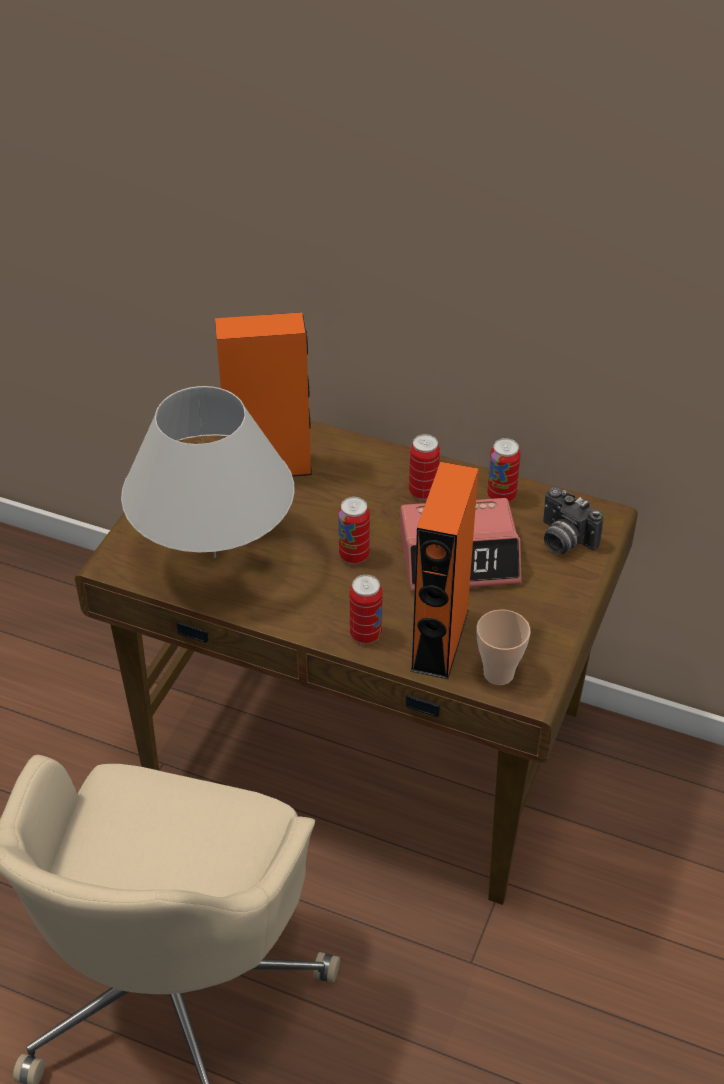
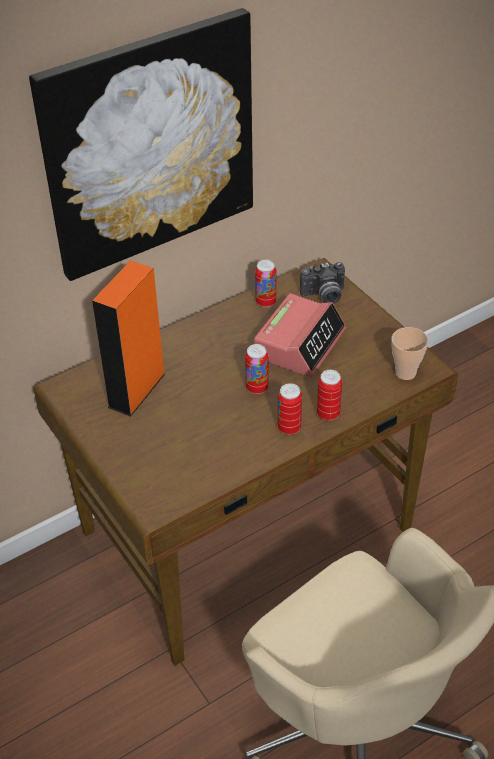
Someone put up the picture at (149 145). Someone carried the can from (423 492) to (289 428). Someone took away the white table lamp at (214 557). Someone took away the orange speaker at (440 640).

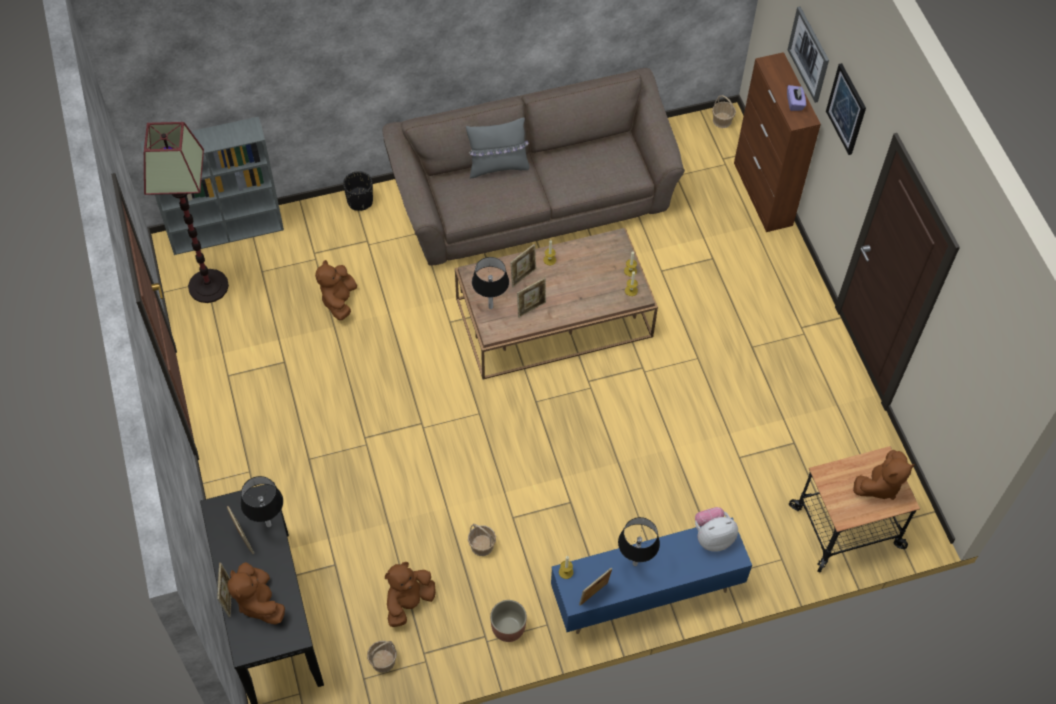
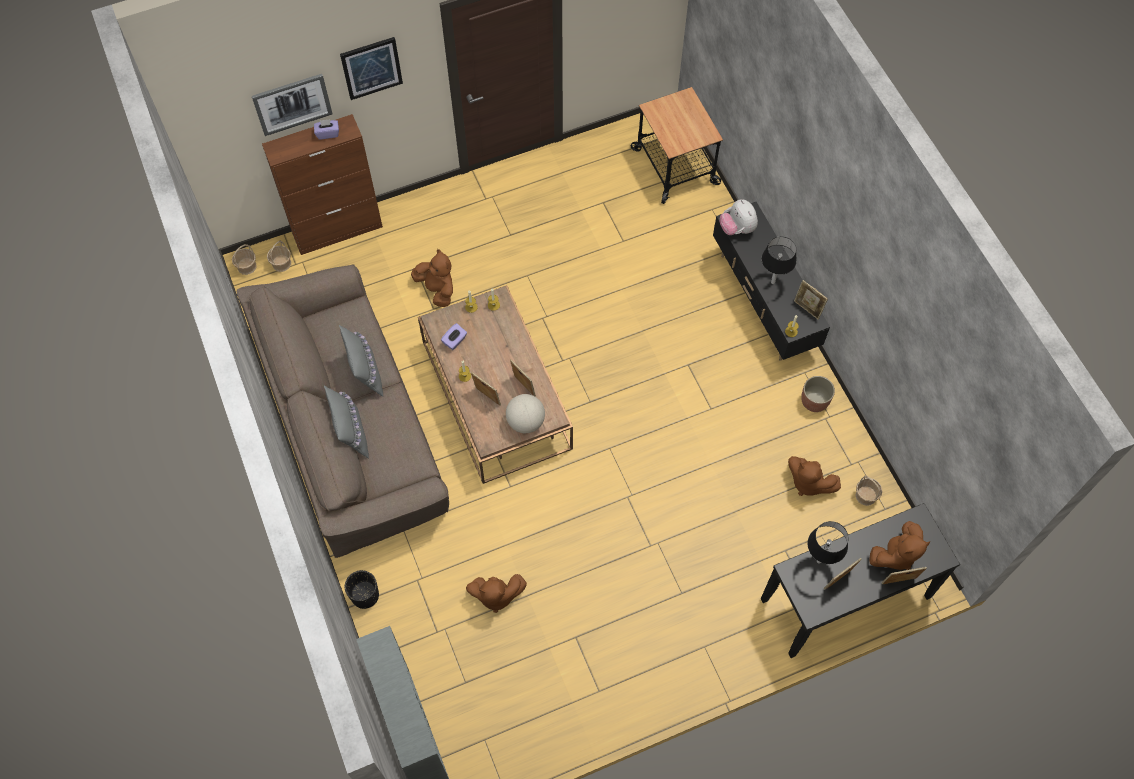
Someone carried the basket from (482 545) to (281 263). Someone put down the grey pillow at (365 373). Someone carried the brown plush toy from (880 485) to (437 289). Someone put down the purple tissue box at (455 341). Someone swapped the black table lamp at (491 307) for the globe at (525 422). Someone repainted the blue tv stand at (645 595), which became the black tv stand at (763 303). Someone took away the floor lamp at (208 286).

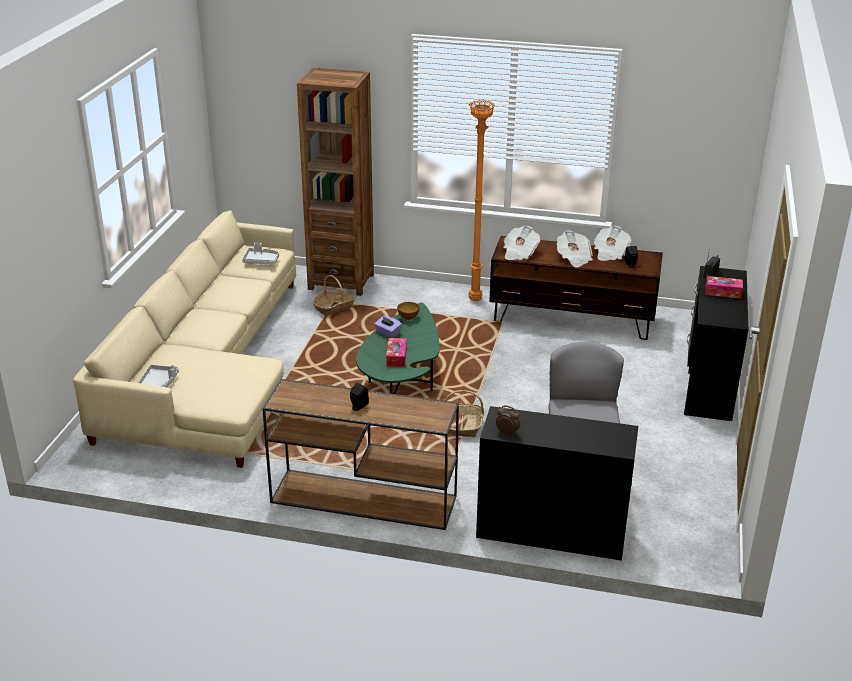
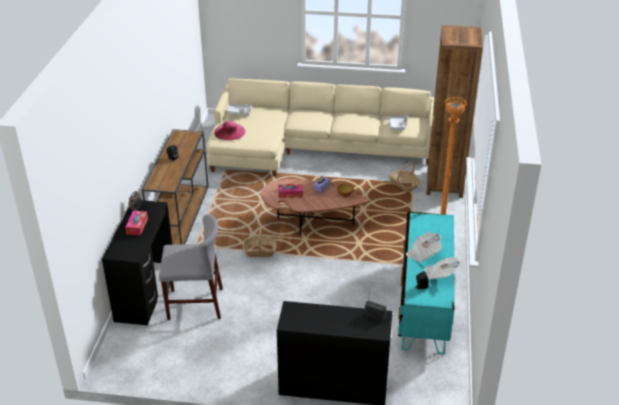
Someone carried the tissue box from (723 292) to (137 226). Someone put down the pink hat at (229 131). Someone repainted the green coffee table at (401 383), which became the brown coffee table at (309 221). Someone repainted the brown tv stand at (572 319), which became the turquoise tv stand at (423 304). Someone took away the newspaper at (519 253).

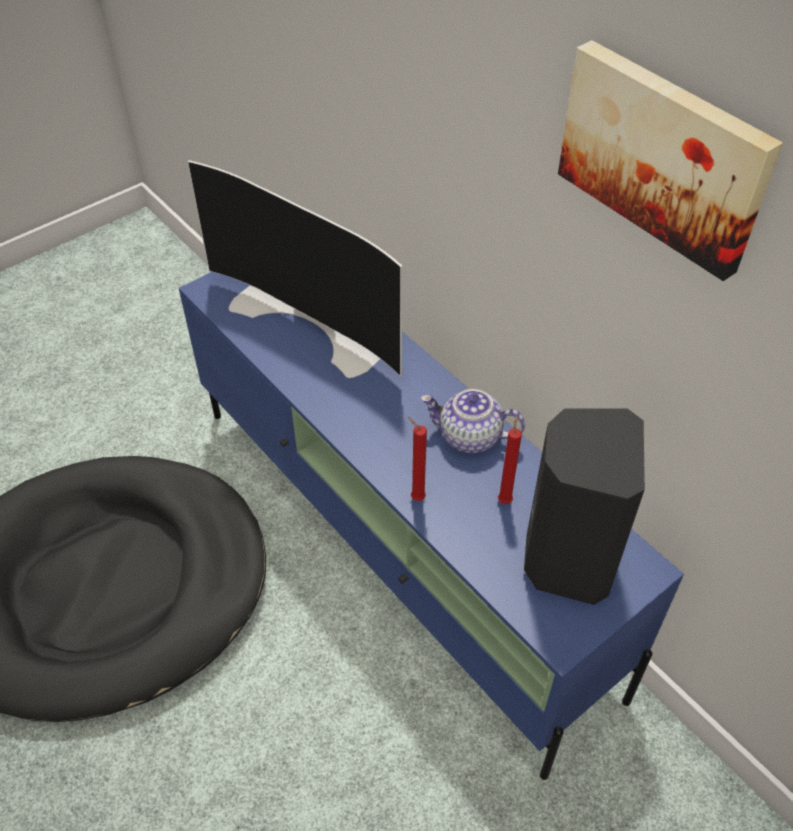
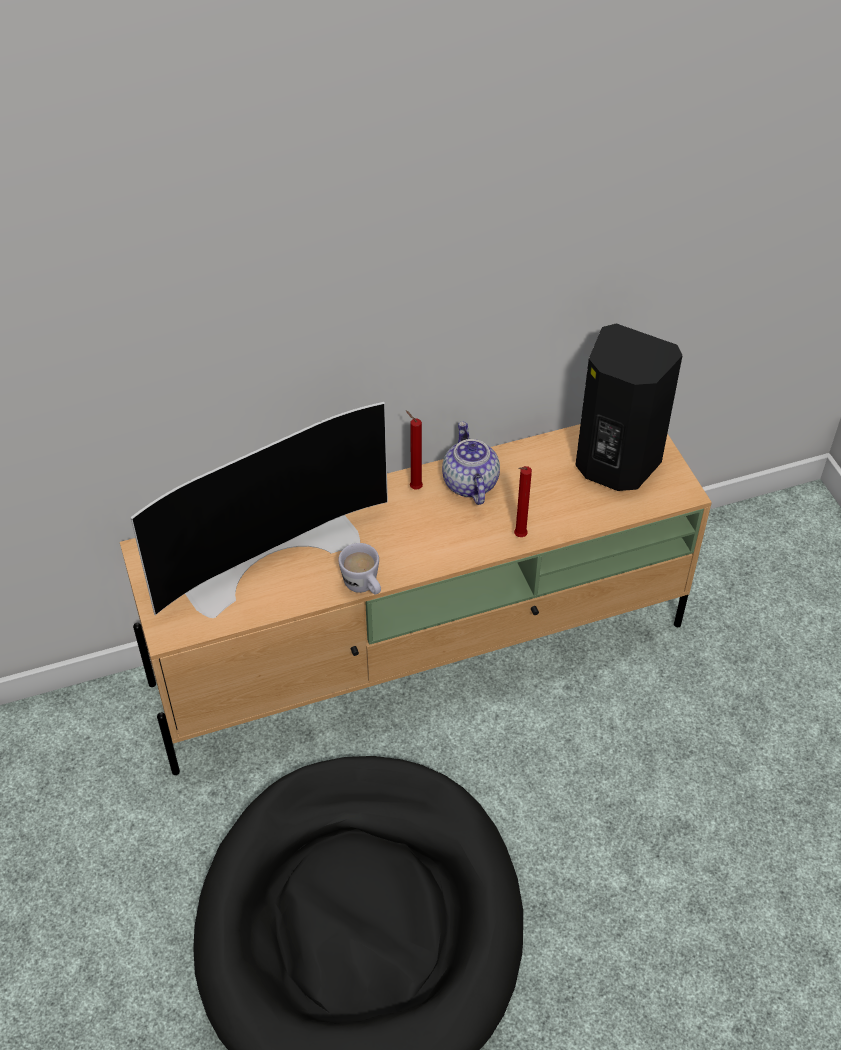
Someone repainted the blue tv stand at (400 546), which became the beige tv stand at (423 654). Someone put down the white mug at (364 587). Someone carried the red candle from (505 499) to (414 487). Someone rotated the teapot at (469 437) by 135 degrees clockwise. Someone took away the picture at (664 156).

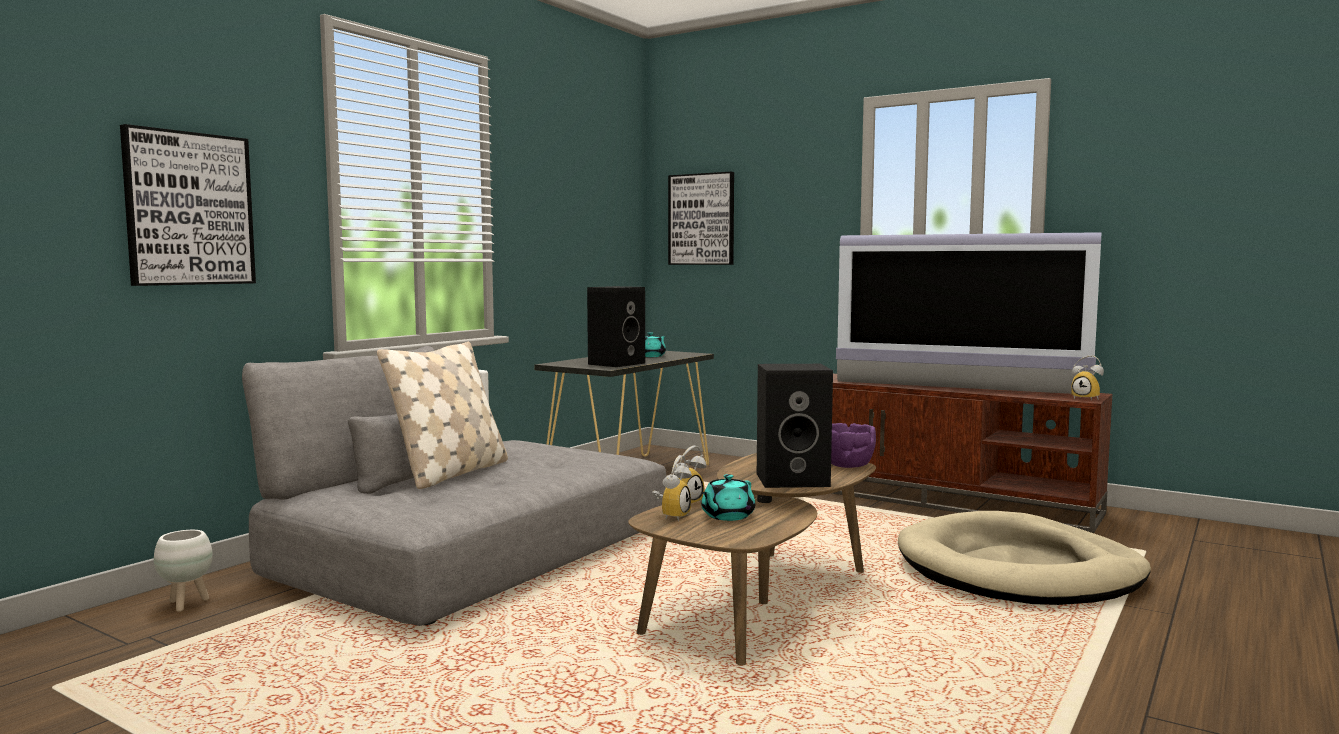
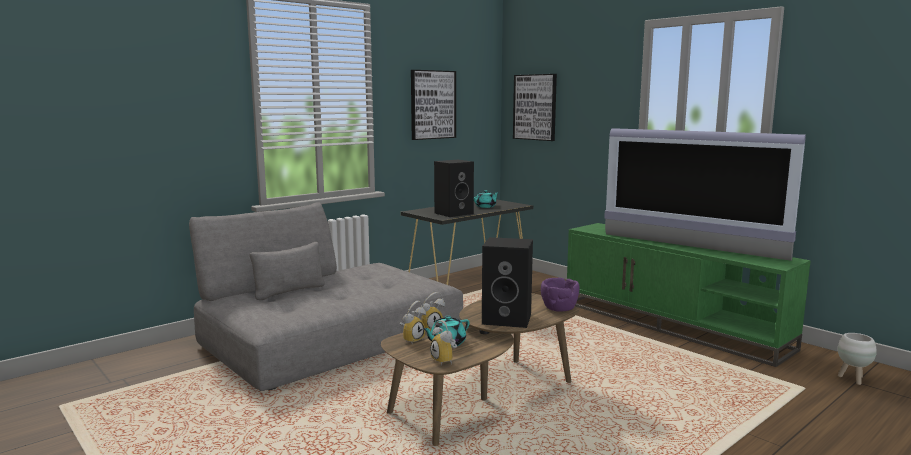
Someone carried the picture from (189 209) to (432 104). Someone carried the alarm clock from (1087 399) to (445 361). Someone repainted the brown tv stand at (935 499), which became the green tv stand at (672 325). Someone carried the white planter from (186 604) to (852 379). Someone took away the beige pillow at (451 473). Someone took away the beige dog bed at (1019 570).

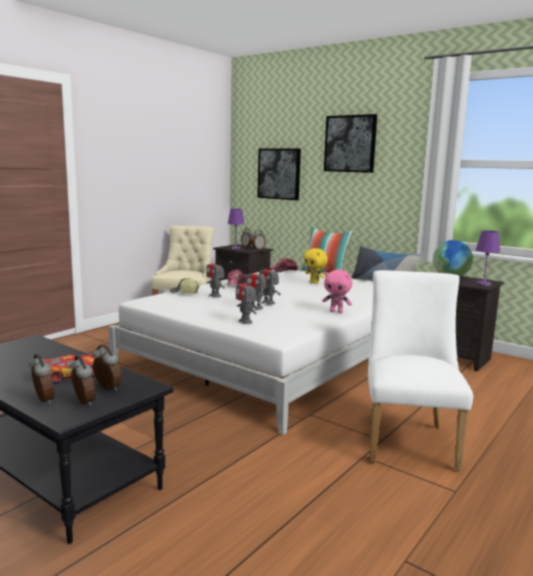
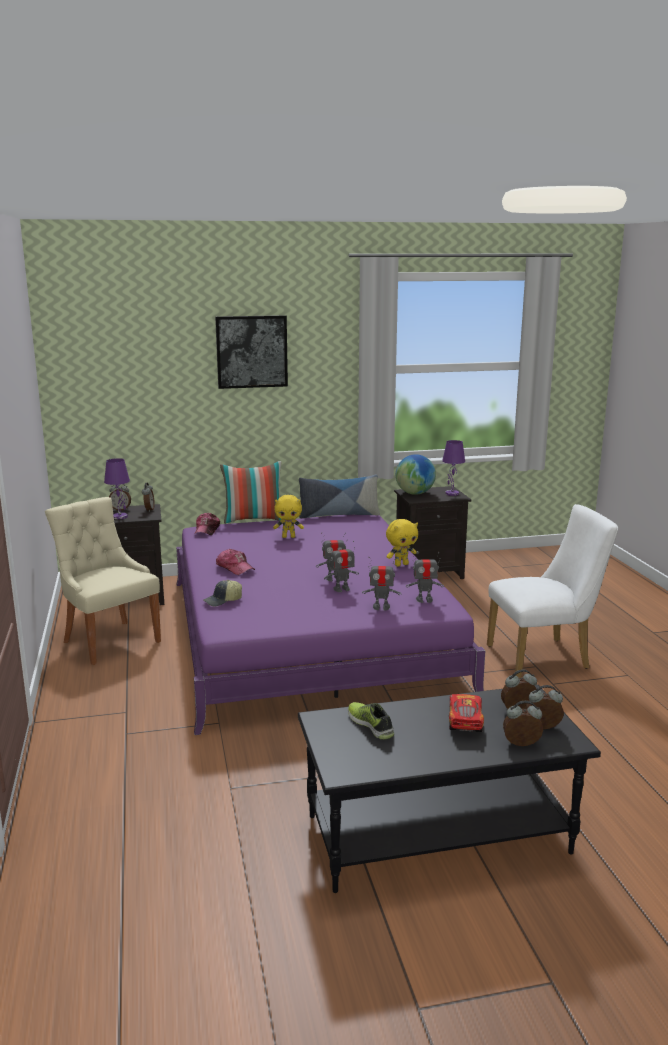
Someone repainted the white bed at (279 354), which became the purple bed at (308 634). Someone put down the shoe at (371 725). Someone repainted the pink plush toy at (336 312), which became the yellow plush toy at (401 564). Someone carried the toy robot from (215 296) to (424 600). Someone rotated the white chair at (408 439) by 120 degrees clockwise. Someone took away the picture at (279 174).

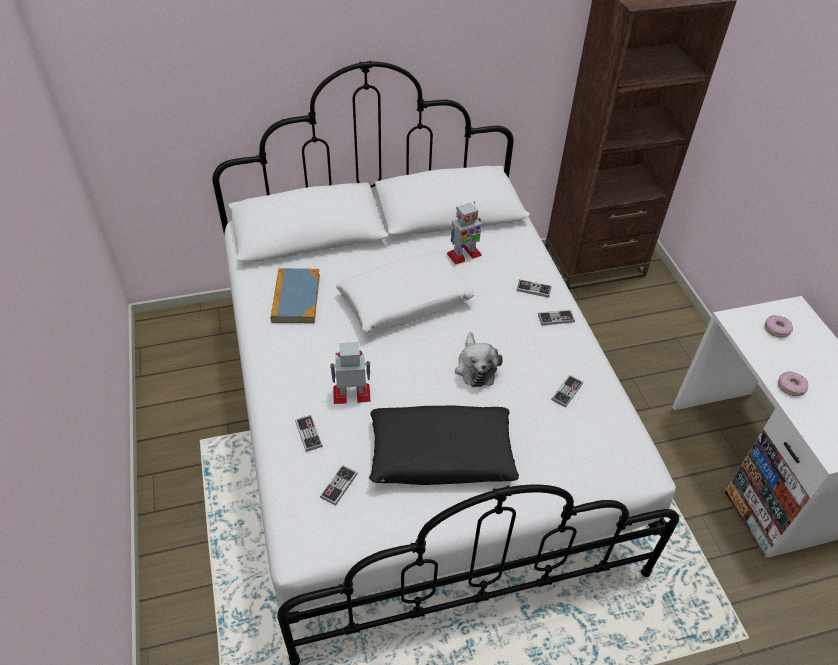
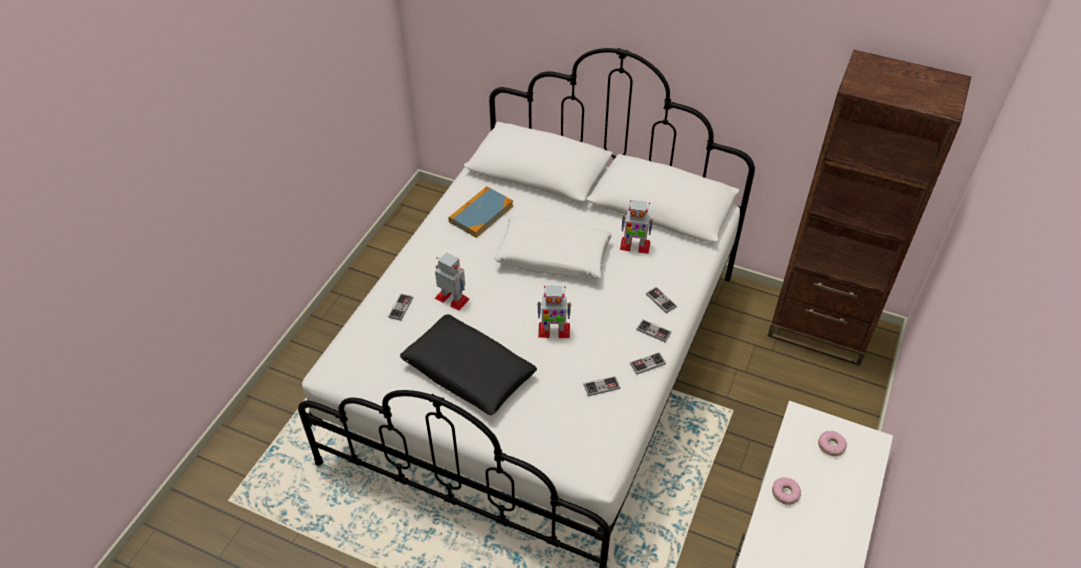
Someone swapped the plush toy at (475 367) for the toy robot at (553 330). Someone carried the game controller from (339 486) to (647 364).

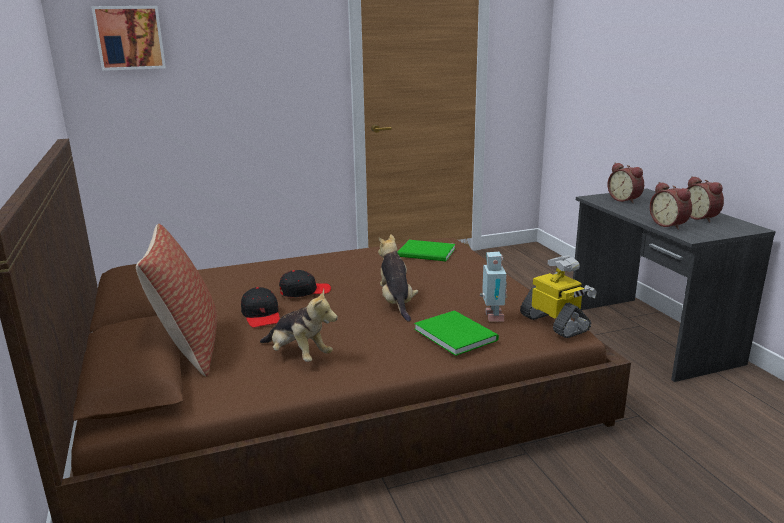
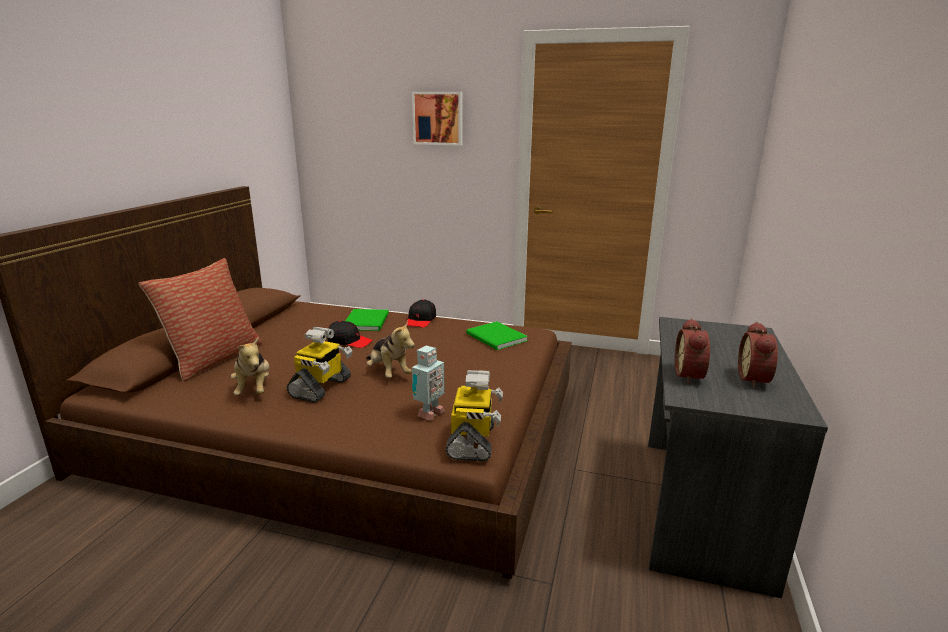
Someone put down the toy robot at (321 388). Someone carried the green book from (455 333) to (368 321). Someone rotated the plush toy at (396 303) by 120 degrees clockwise. Someone carried the black cap from (261 315) to (421 320). Someone carried the picture from (129 38) to (438 118). Someone took away the alarm clock at (625 200).

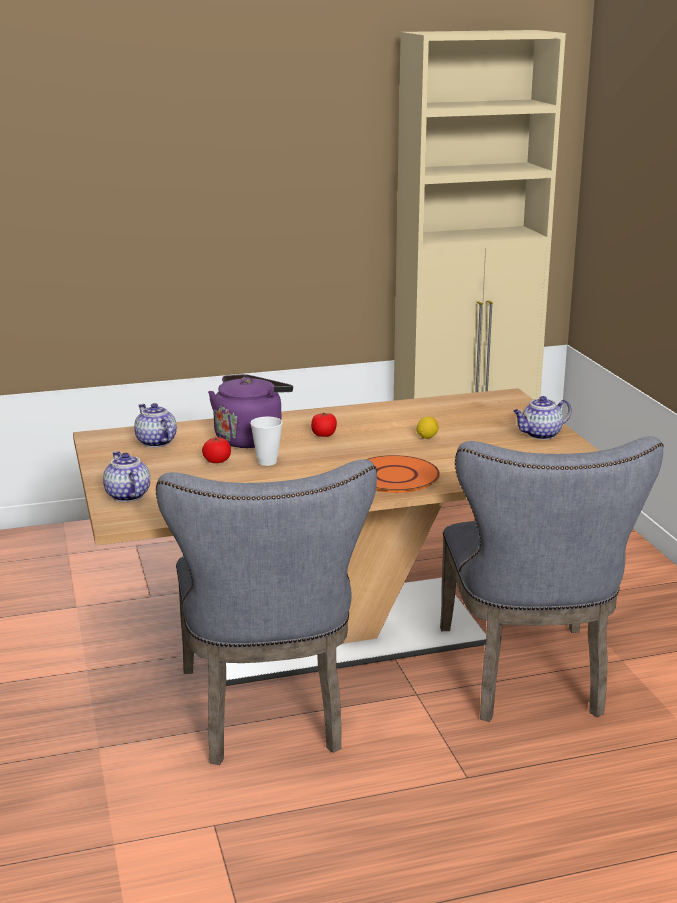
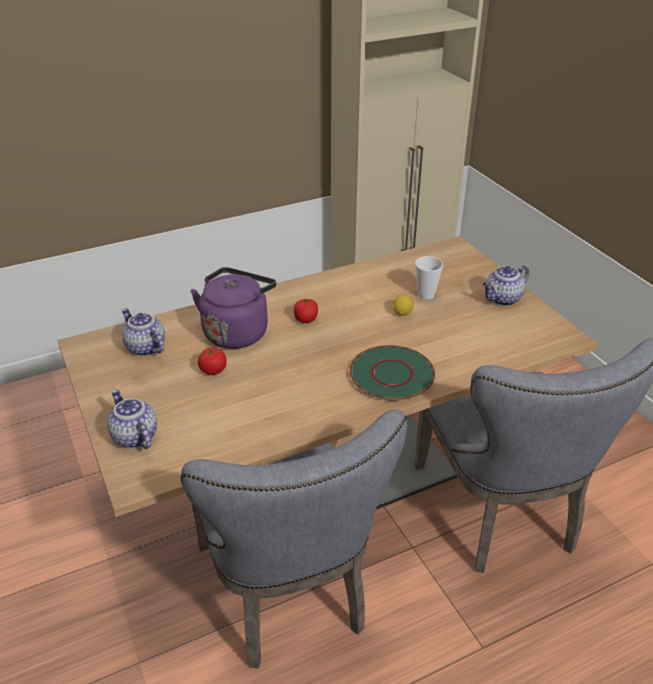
Someone repainted the orange plate at (395 476), which became the green plate at (392 374). Someone carried the cup from (267 462) to (426 295).

